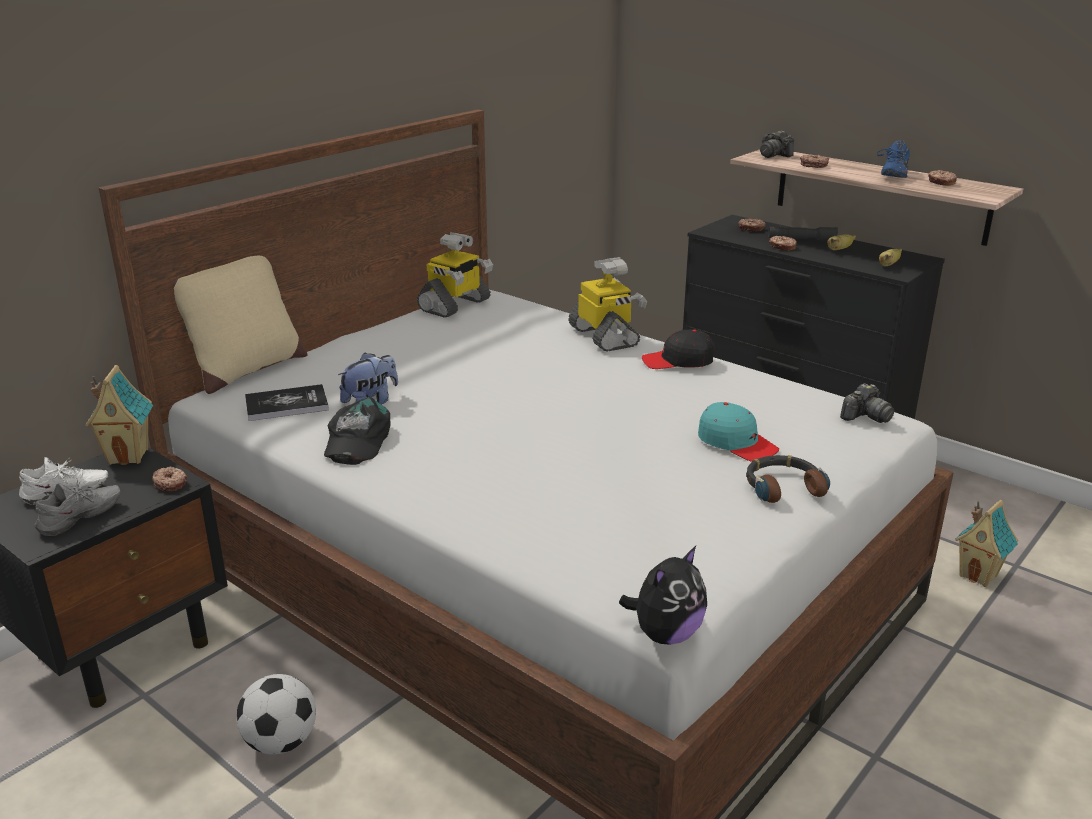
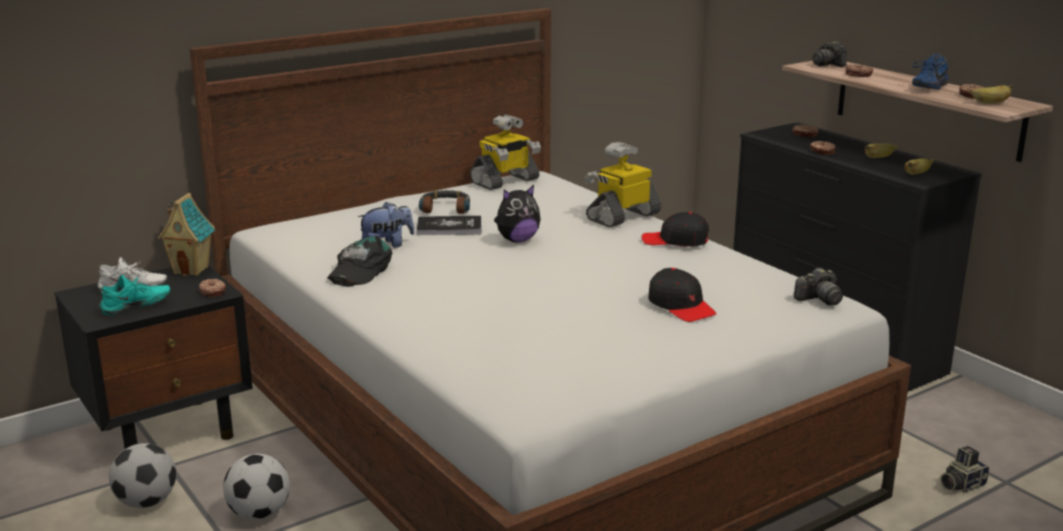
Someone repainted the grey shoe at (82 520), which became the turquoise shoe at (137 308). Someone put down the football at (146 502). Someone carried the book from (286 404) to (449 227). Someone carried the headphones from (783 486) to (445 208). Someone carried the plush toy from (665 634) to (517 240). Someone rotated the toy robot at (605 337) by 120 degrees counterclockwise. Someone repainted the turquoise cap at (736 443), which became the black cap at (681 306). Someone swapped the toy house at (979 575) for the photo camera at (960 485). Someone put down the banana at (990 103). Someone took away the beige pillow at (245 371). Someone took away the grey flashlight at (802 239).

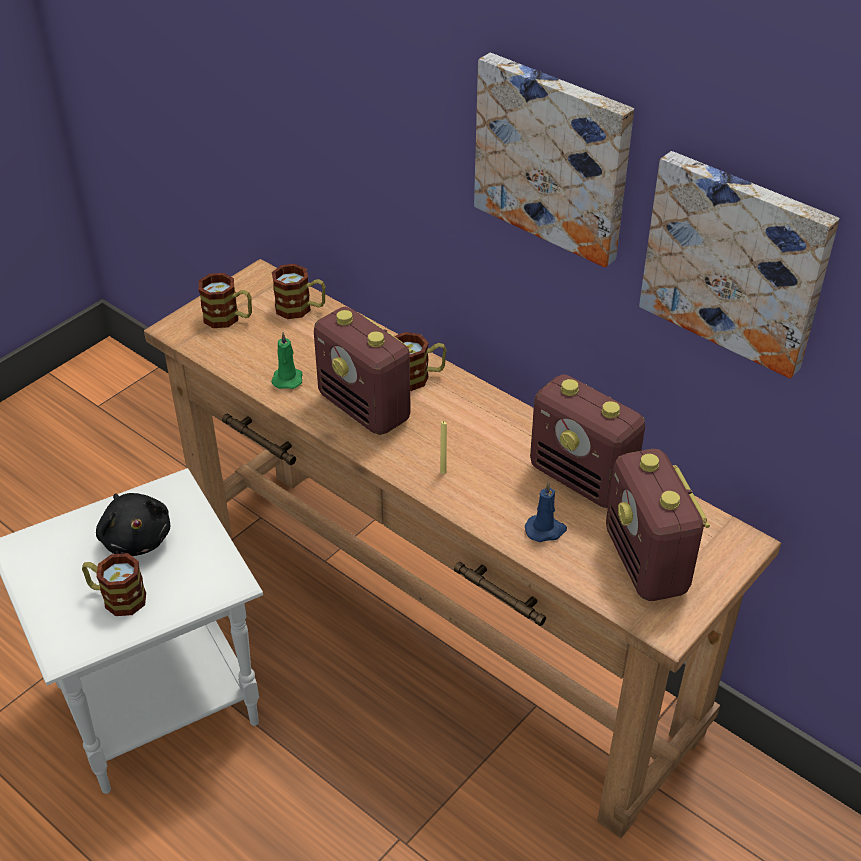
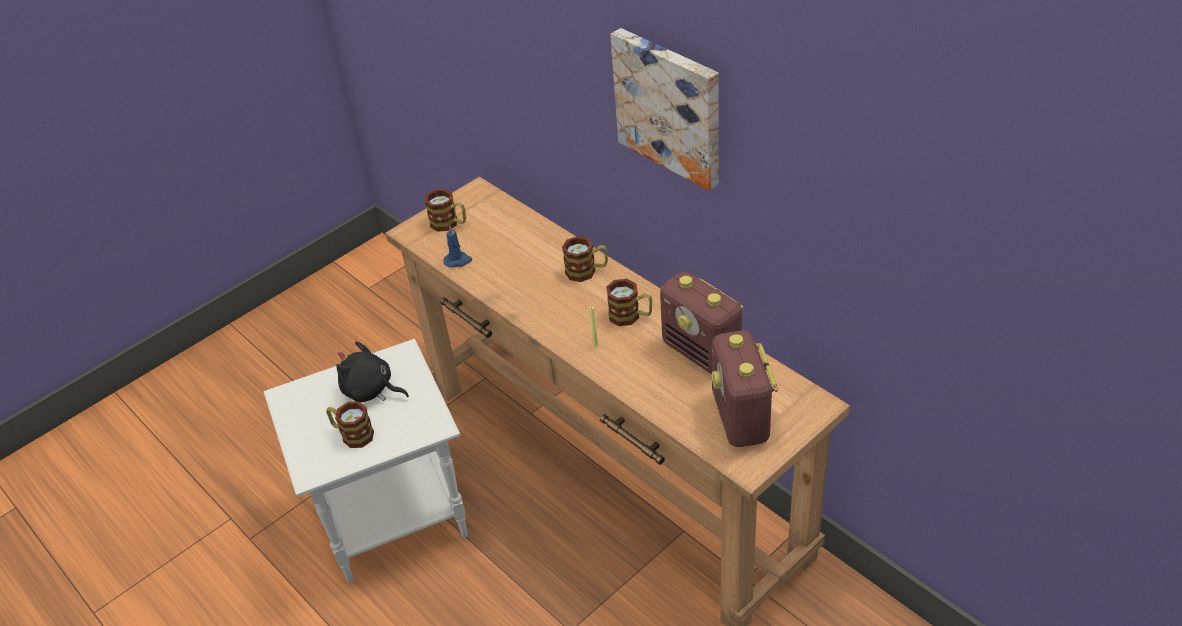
Someone rotated the black plush toy at (136 538) by 135 degrees clockwise. Someone carried the blue candle from (546 530) to (458 260). Someone carried the mug from (301 309) to (630 316). Someone took away the green candle at (287 378). Someone took away the radio at (365 408). Someone took away the picture at (737 260).

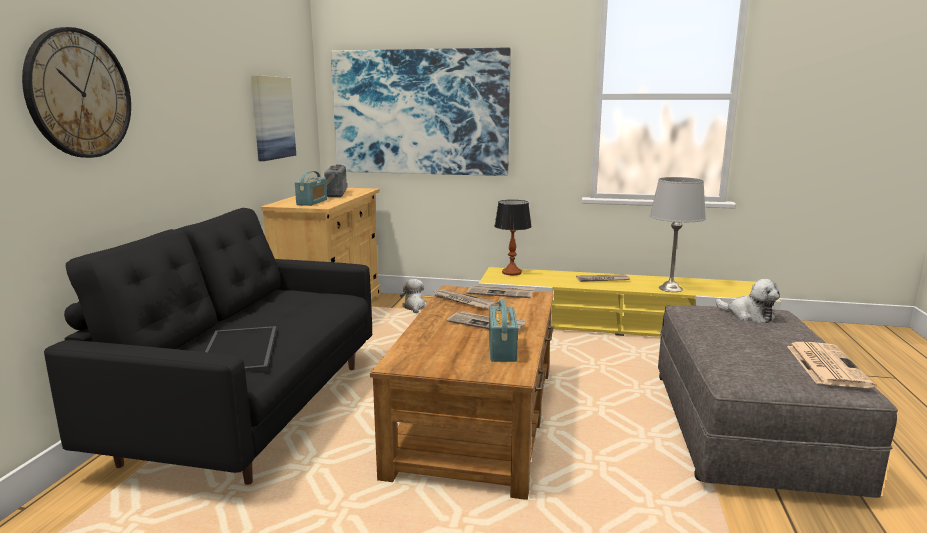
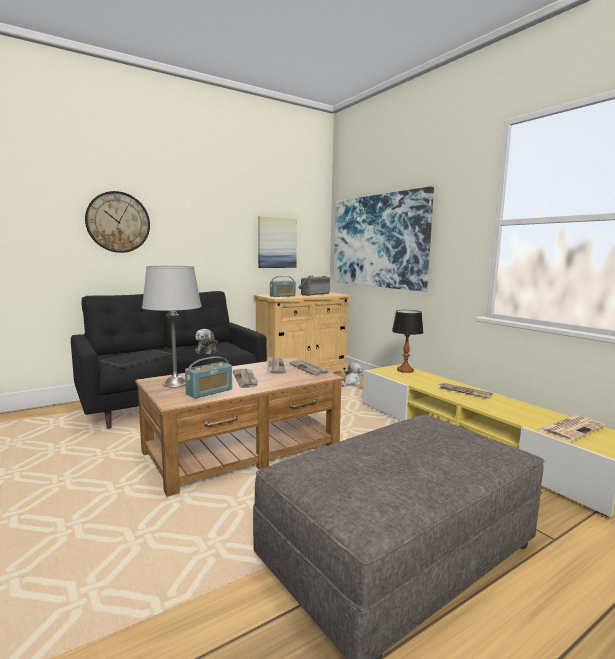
Someone carried the grey table lamp from (671 288) to (175 383). Someone carried the plush toy from (748 315) to (207 351). Someone carried the newspaper from (825 365) to (570 428).

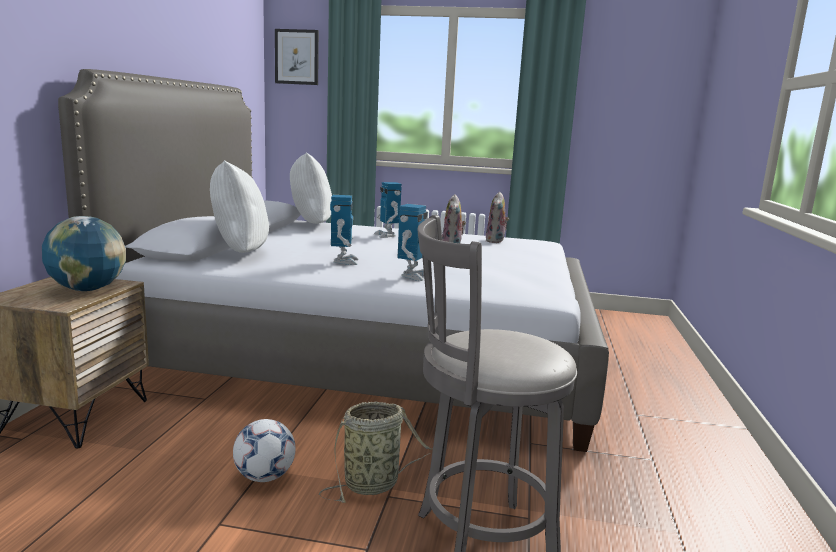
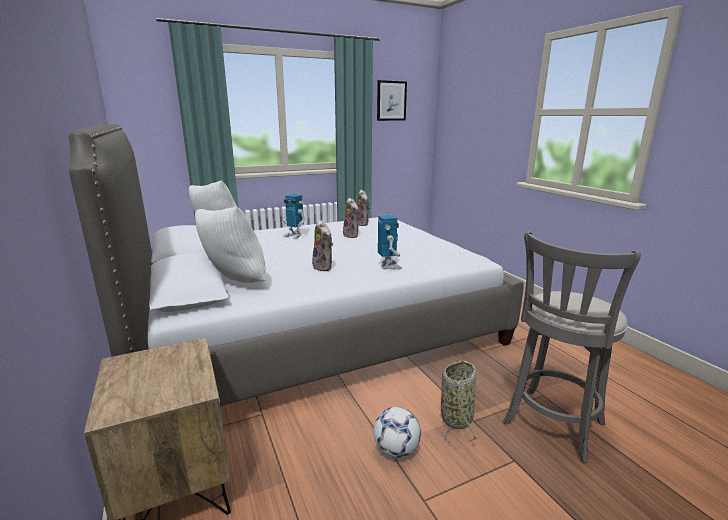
Someone swapped the toy robot at (344 261) for the plush toy at (324 267). Someone carried the picture from (297 57) to (391 101). Someone took away the globe at (88 289).

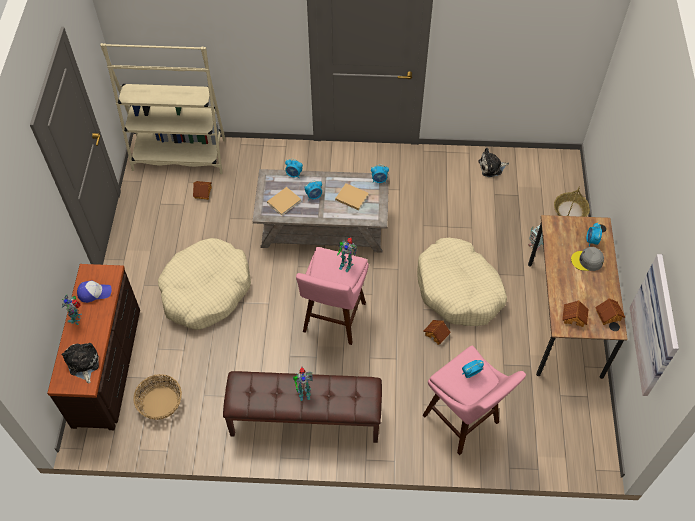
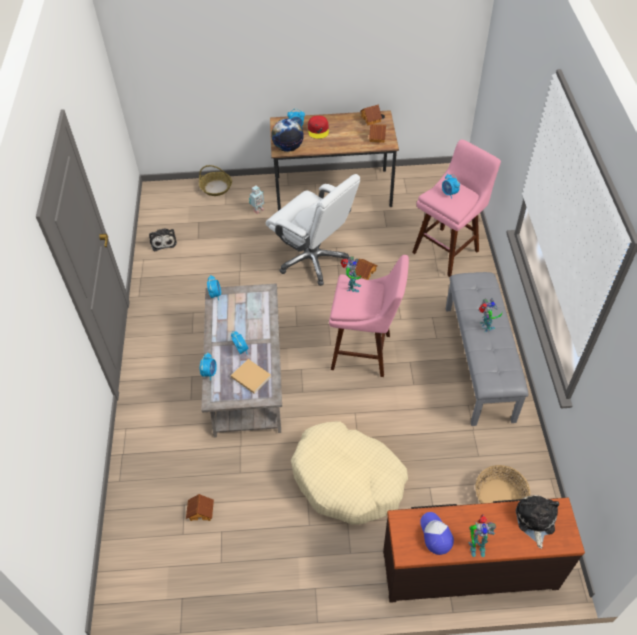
Someone swapped the beige dog bed at (458 289) for the white office chair at (313 259). Someone put down the globe at (288 147). Someone repainted the grey cap at (587 261), which became the red cap at (318 130). Someone repainted the brown bench at (305 419), which became the grey bench at (479 362). Someone rotated the plush toy at (83 364) by 120 degrees clockwise. Someone took away the beige bookcase at (179 155). Someone took away the beige book at (351 197). Someone took away the picture at (658 326).

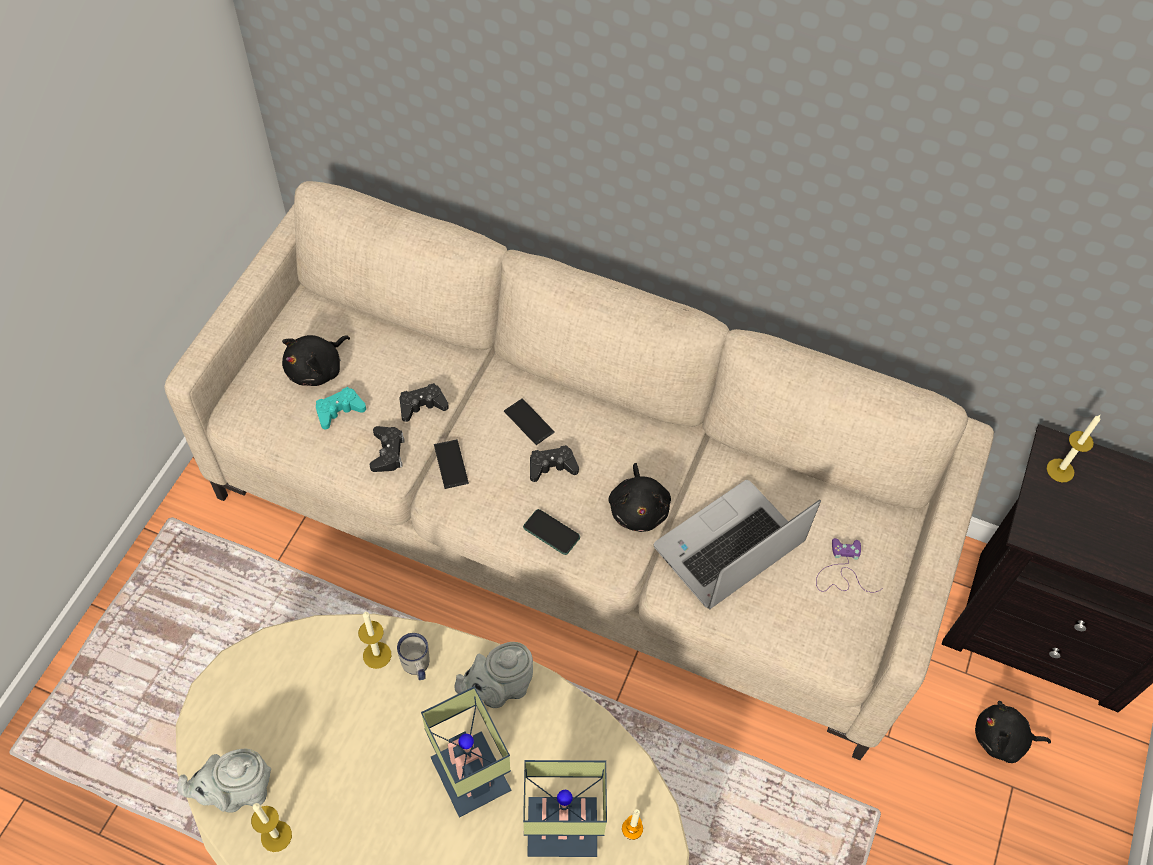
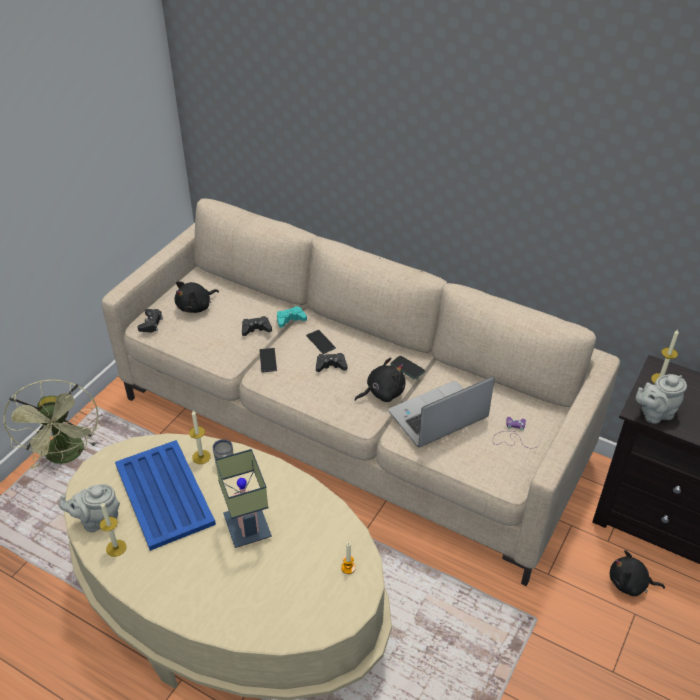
Someone put down the green fan at (67 456). Someone put down the blue tray at (164 495). Someone carried the black game controller from (387 452) to (151 323). Someone carried the turquoise game controller from (339 411) to (290 320). Someone rotated the black plush toy at (638 509) by 120 degrees counterclockwise. Someone carried the phone from (551 532) to (407 368). Someone carried the grey teapot from (499 688) to (654 414). Someone took away the table lamp at (565 825).

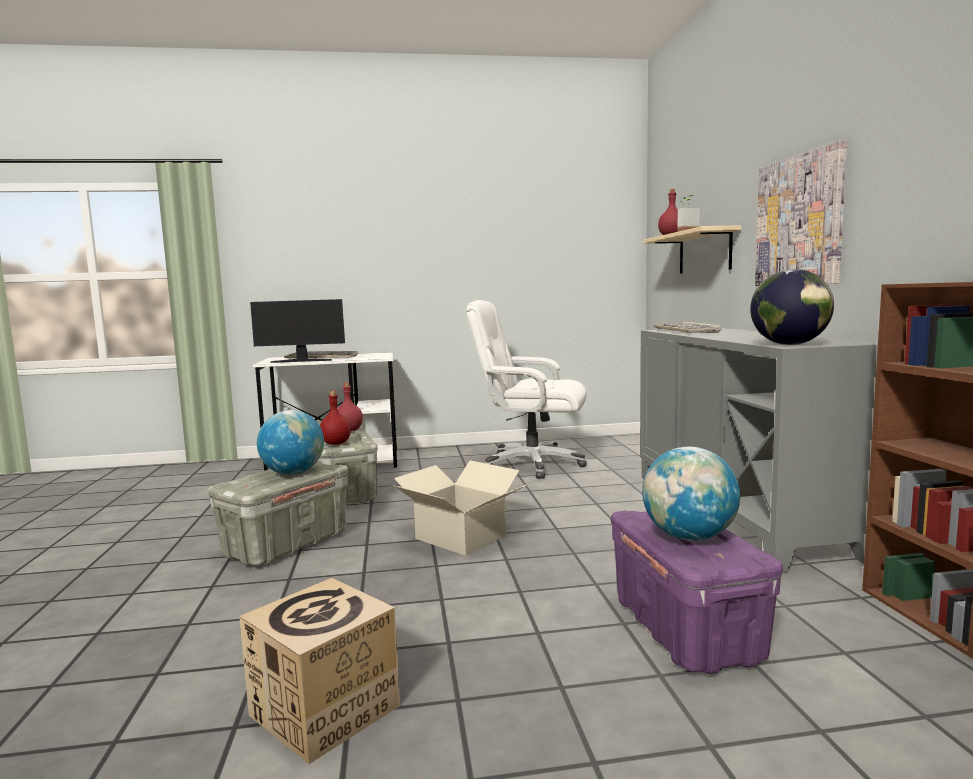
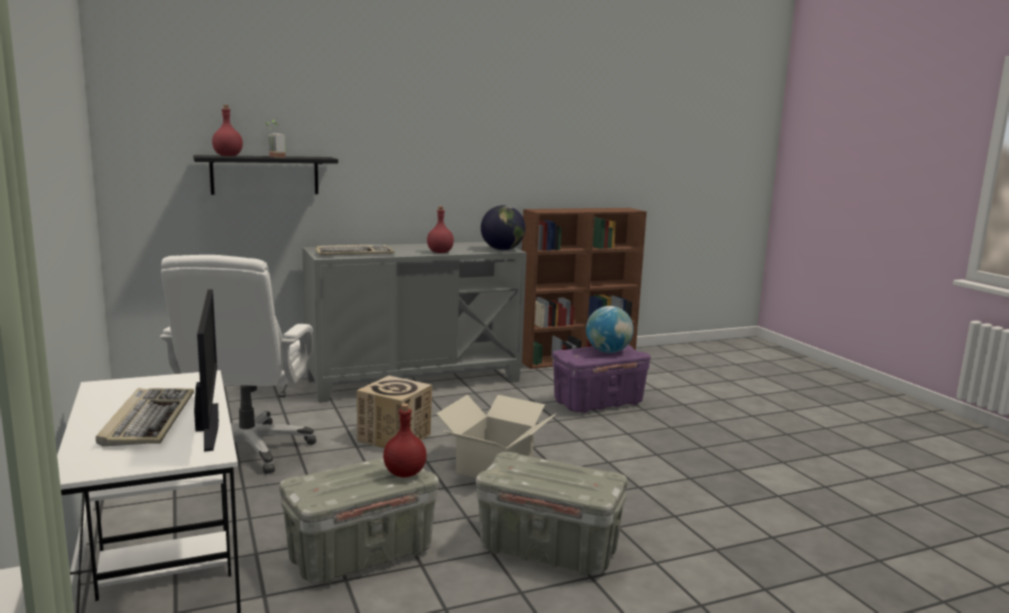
Someone repainted the beige shelf at (704 252), which became the black shelf at (265 175). Someone carried the cardboard box from (325 710) to (394 437). Someone carried the red bottle from (349 430) to (439 252). Someone took away the globe at (293 473). Someone took away the picture at (799 221).

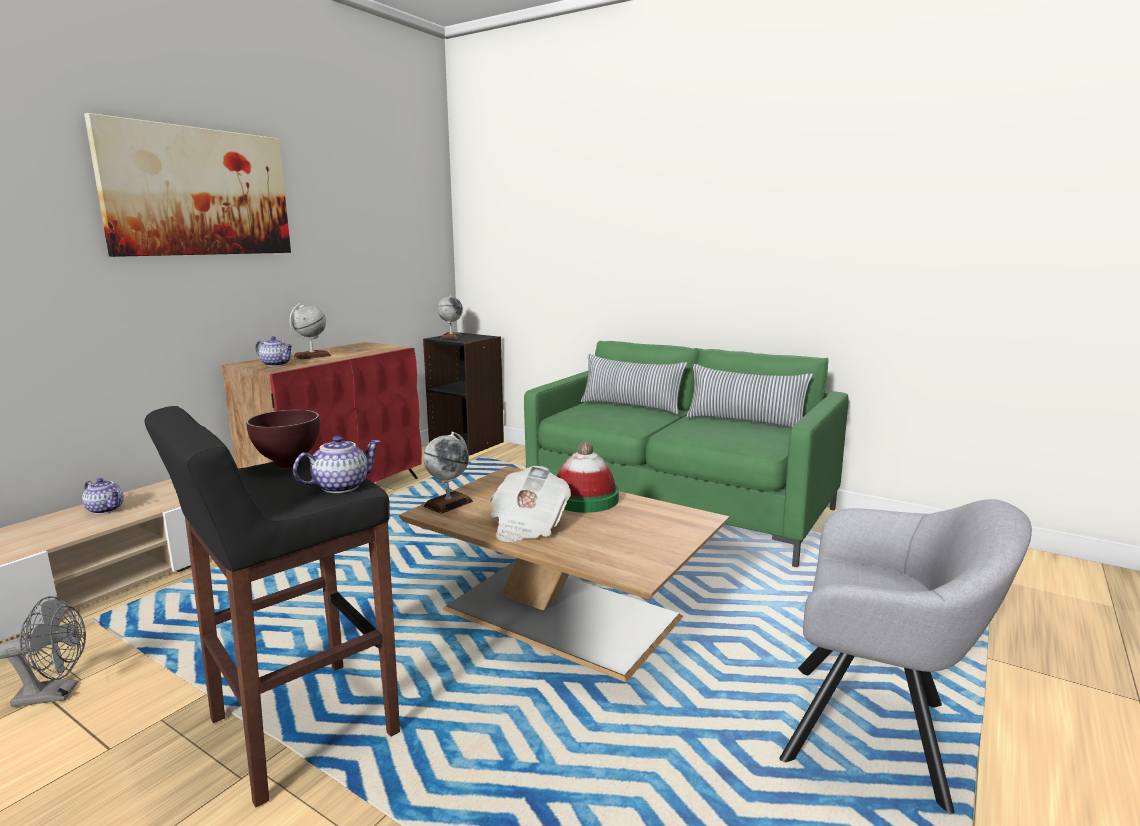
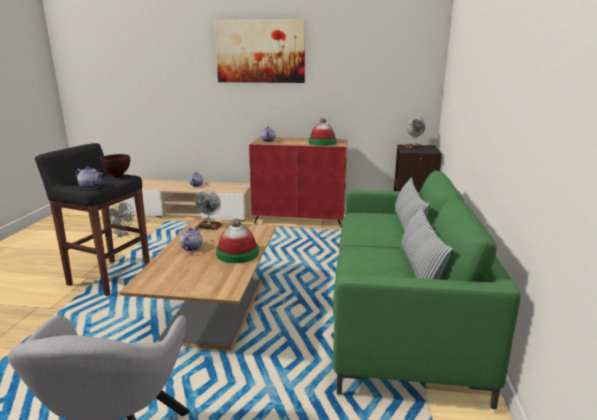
Someone swapped the newspaper at (527 525) for the teapot at (191 247). Someone put down the hat at (322 143). Someone took away the globe at (312 356).

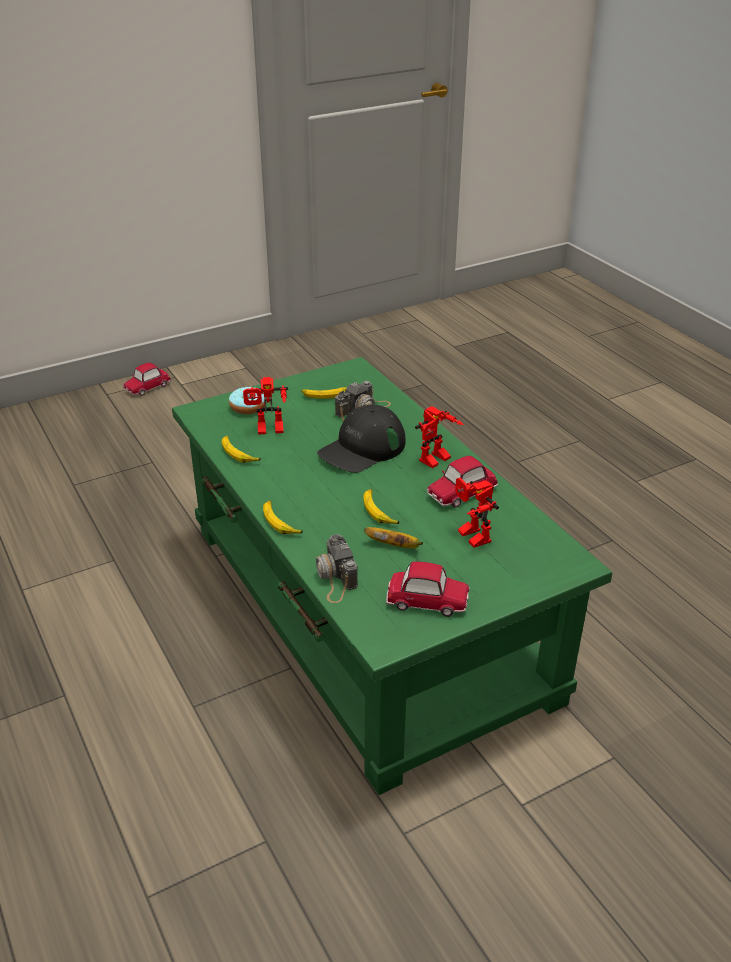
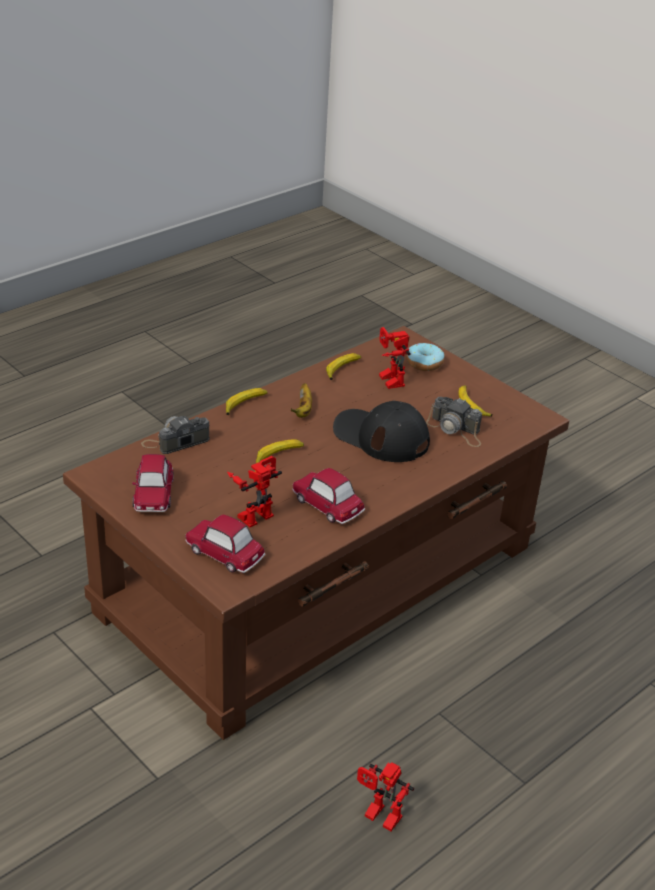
Someone repainted the green coffee table at (366 611), which became the brown coffee table at (317 579). Someone carried the toy car from (147 387) to (224 553). Someone carried the banana from (394 546) to (303 410). Someone carried the toy robot from (436 461) to (378 818).

